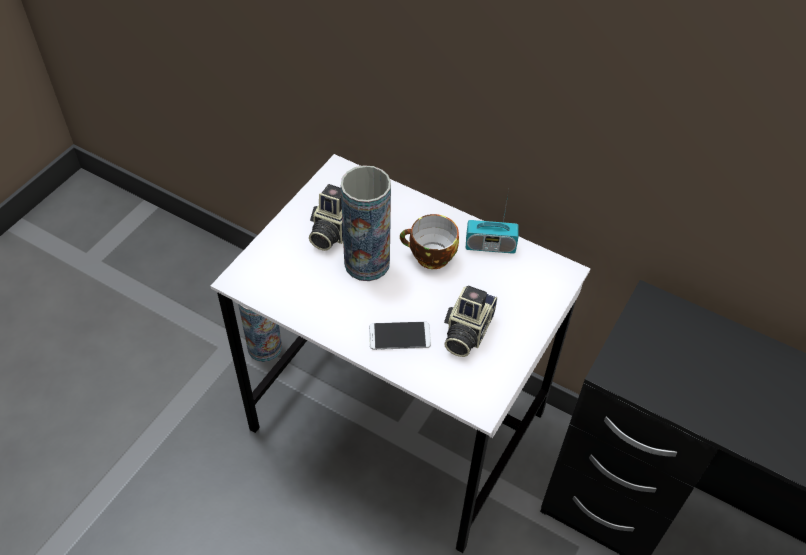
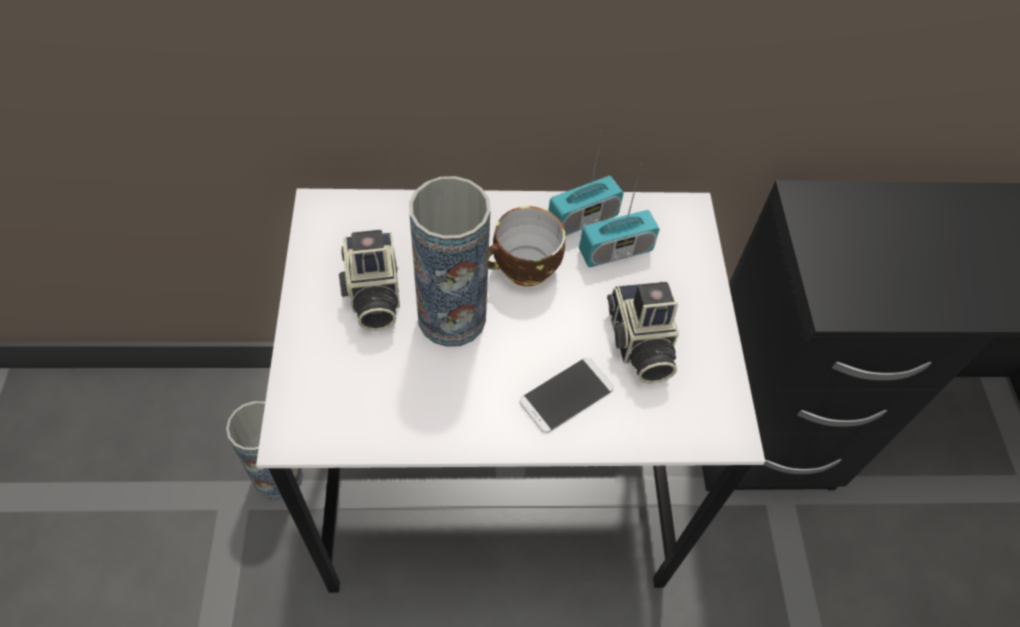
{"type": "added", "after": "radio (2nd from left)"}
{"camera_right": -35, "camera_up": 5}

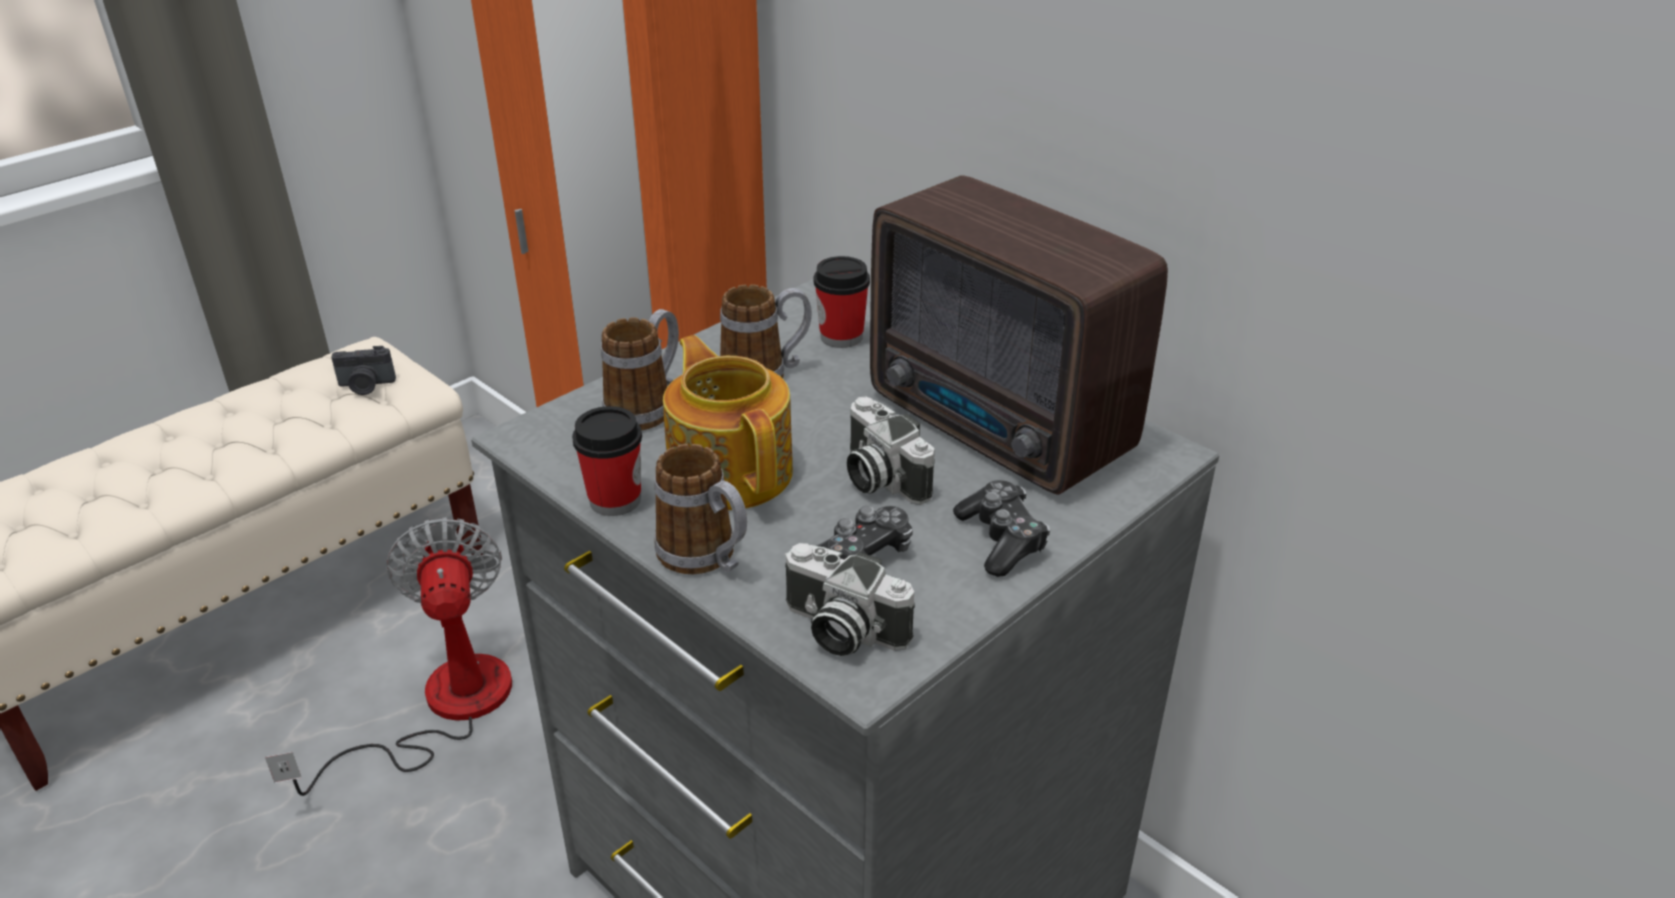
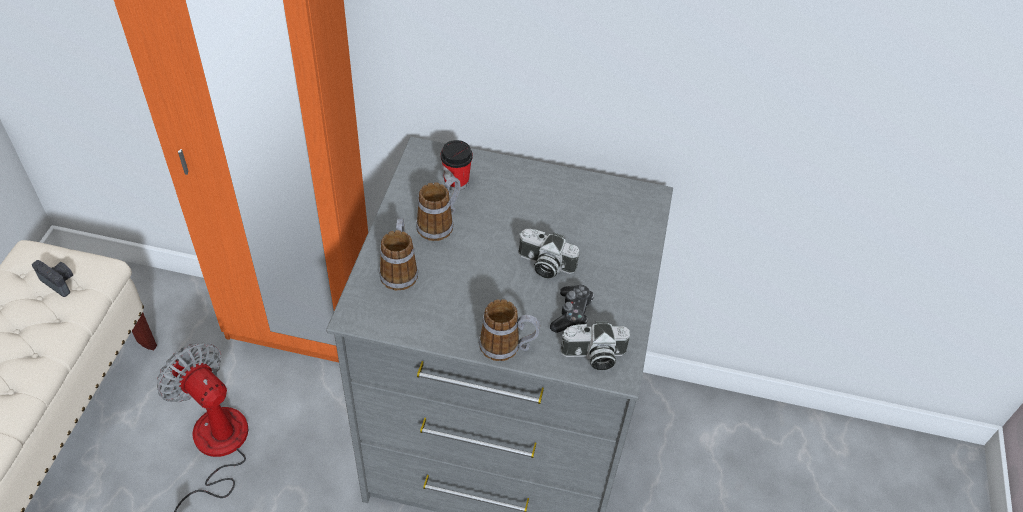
{"type": "removed", "before": "radio"}
{"type": "removed", "before": "imbryk"}
{"type": "turned", "before": "aparat fotograficzny (1st from left)", "turn": -105}
{"type": "removed", "before": "filiżanka (1st from left)"}
{"type": "removed", "before": "pad do gier (2nd from left)"}
{"camera_right": -35, "camera_up": 15}

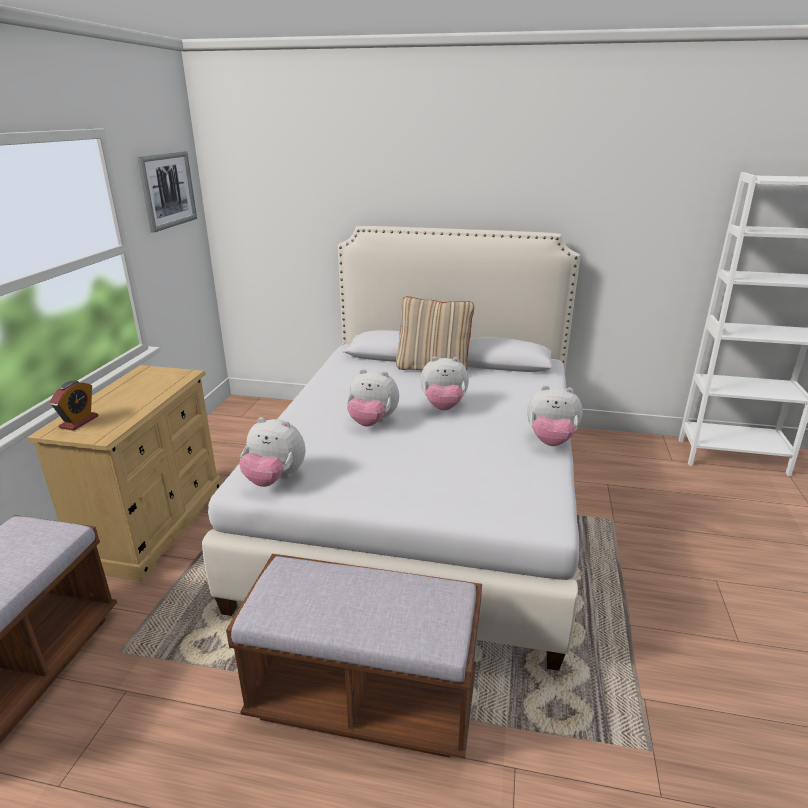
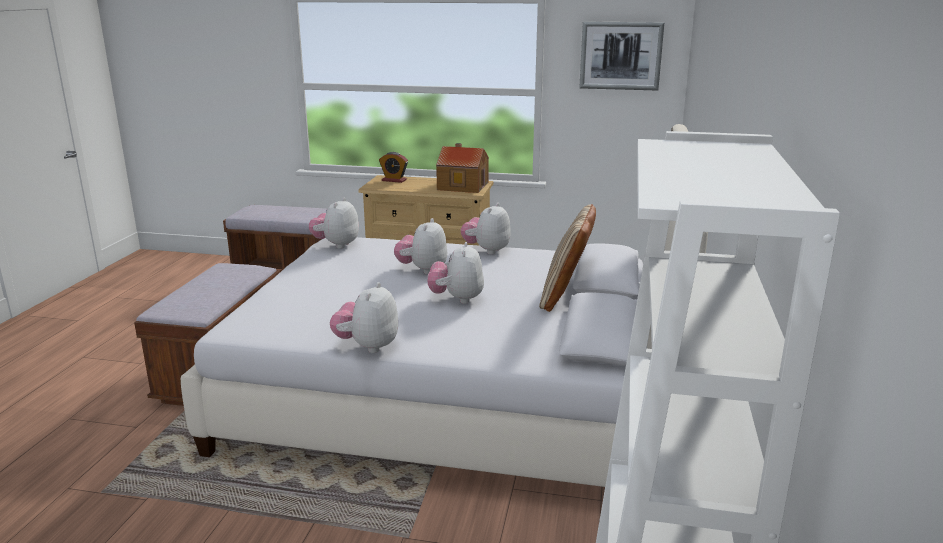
{"type": "added", "after": "domek"}
{"type": "added", "after": "pluszak (5th from left)"}
{"camera_right": 90, "camera_up": -5}

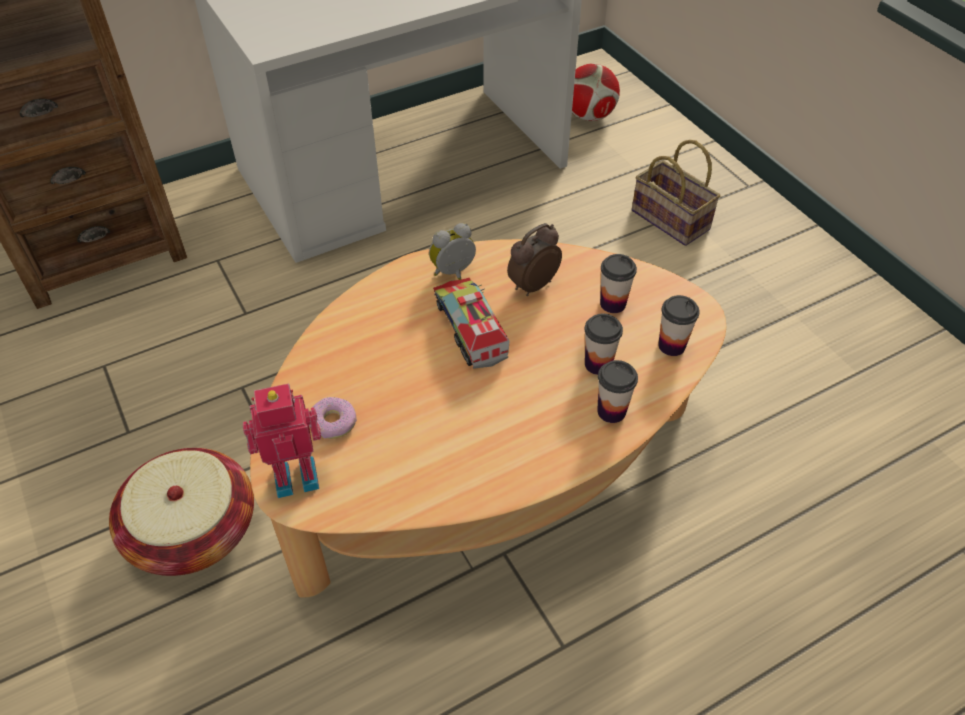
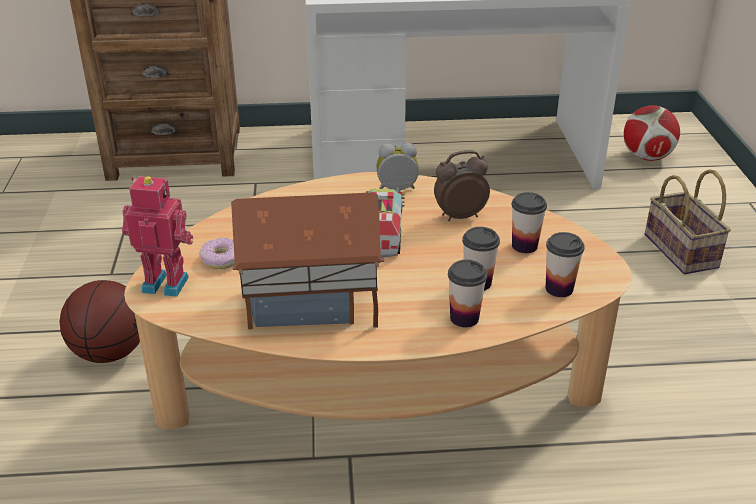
{"type": "replaced", "before": "koszyk (1st from left)", "after": "piłka do koszykówki"}
{"type": "added", "after": "domek"}
{"camera_right": 25, "camera_up": -15}

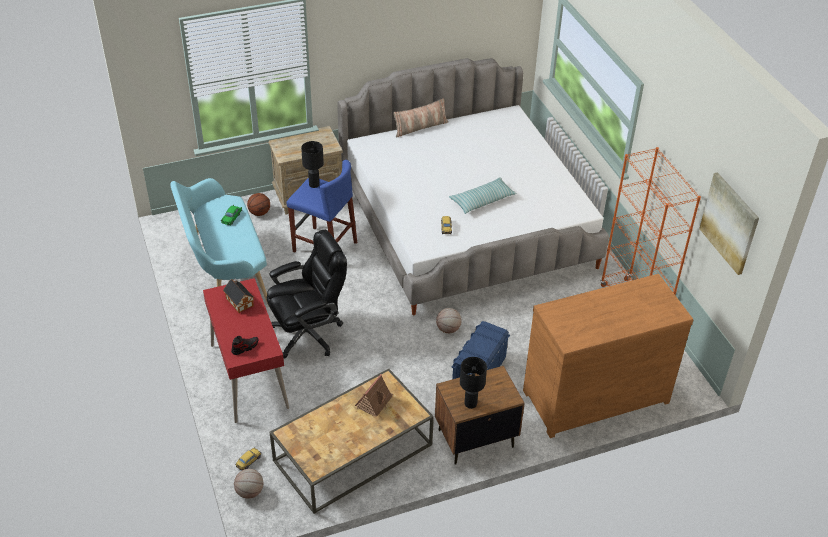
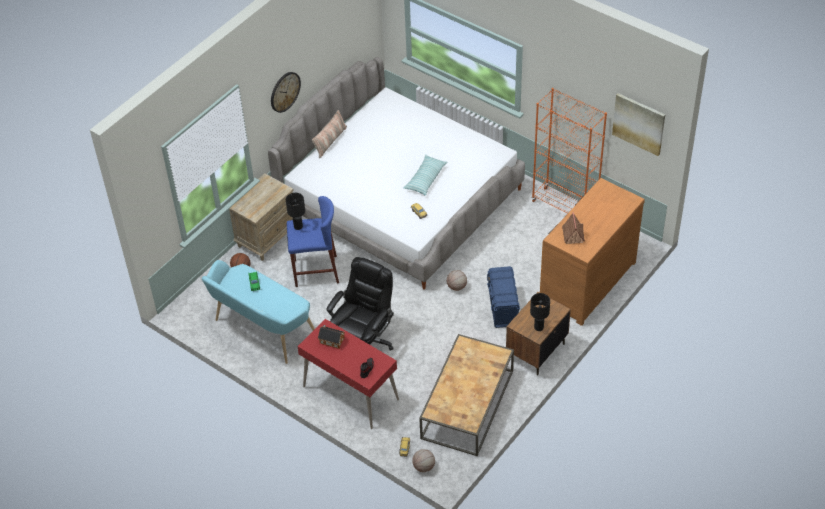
{"type": "moved", "before": "domek (2nd from left)"}
{"type": "added", "after": "zegar ścienny"}
{"camera_right": -30, "camera_up": 5}

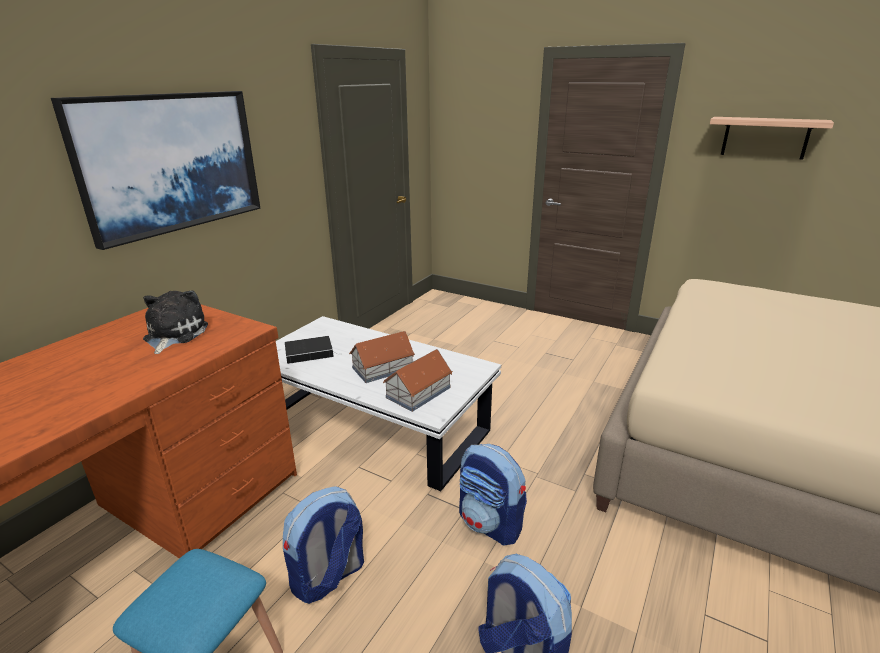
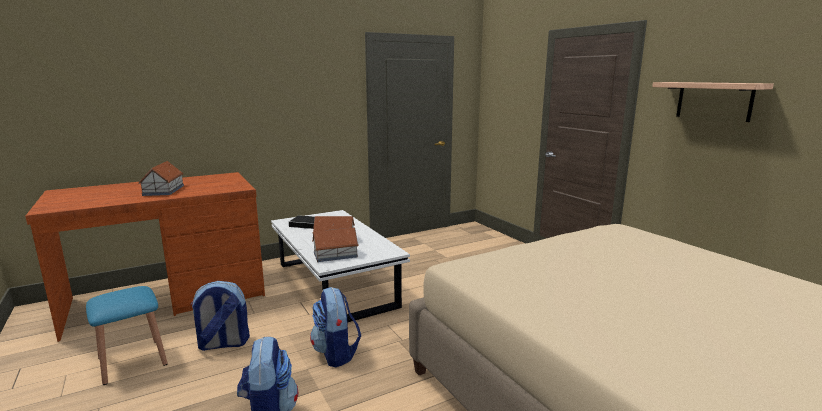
{"type": "removed", "before": "obraz"}
{"type": "removed", "before": "pluszak"}
{"type": "added", "after": "domek (1st from left)"}
{"camera_right": 30, "camera_up": -10}

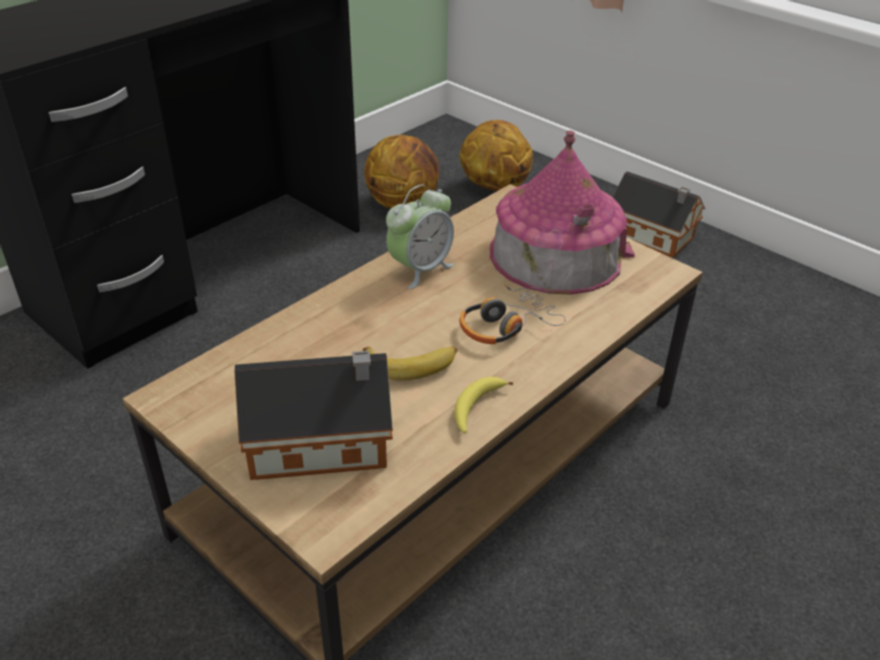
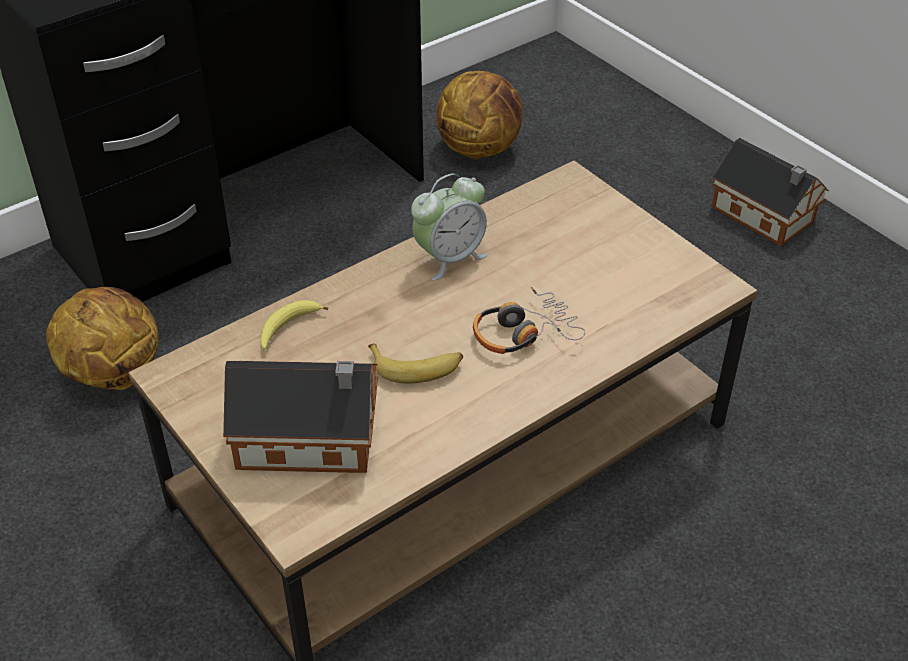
{"type": "moved", "before": "piłka do koszykówki (2nd from left in the first image)", "after": "piłka do koszykówki (1st from left)"}
{"type": "removed", "before": "domek (2nd from left)"}
{"type": "moved", "before": "banan (2nd from left in the first image)", "after": "banan (1st from left)"}
{"camera_right": 10, "camera_up": 5}

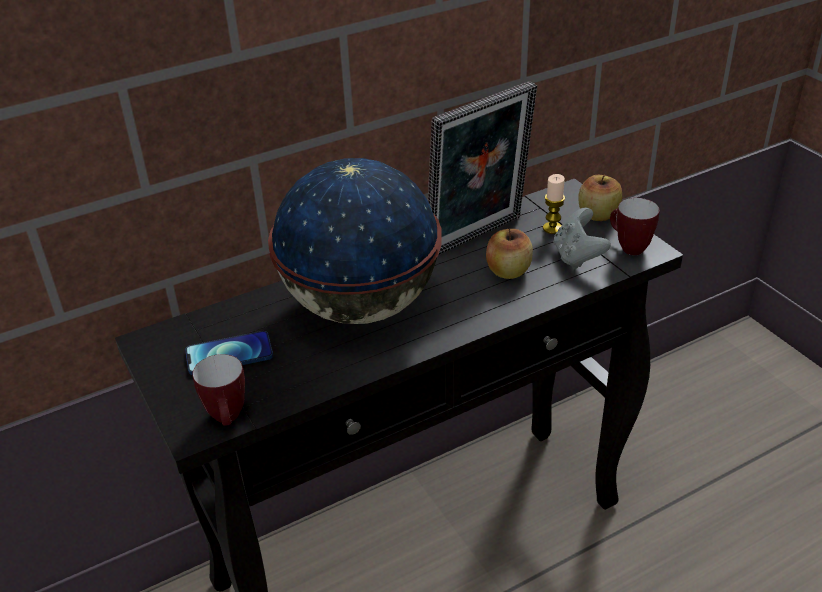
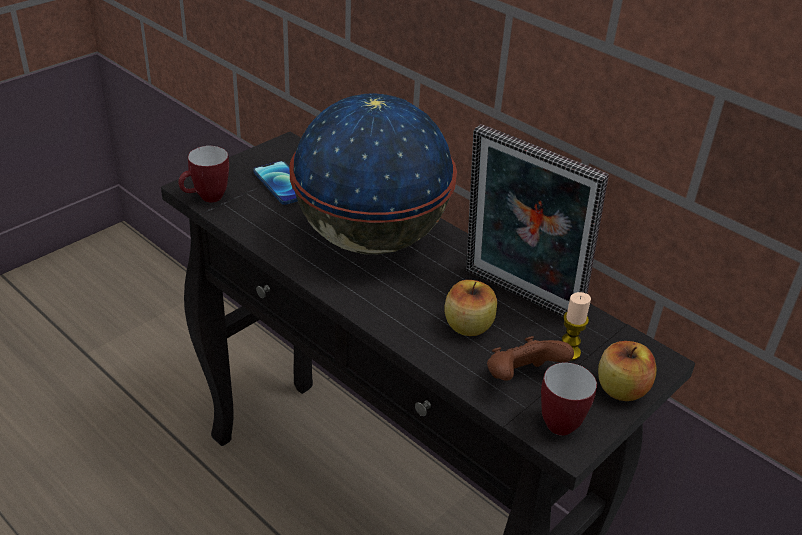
{"type": "recoloured", "before": "pad do gier/szary", "after": "pad do gier/brązowy"}
{"camera_right": 70, "camera_up": 0}

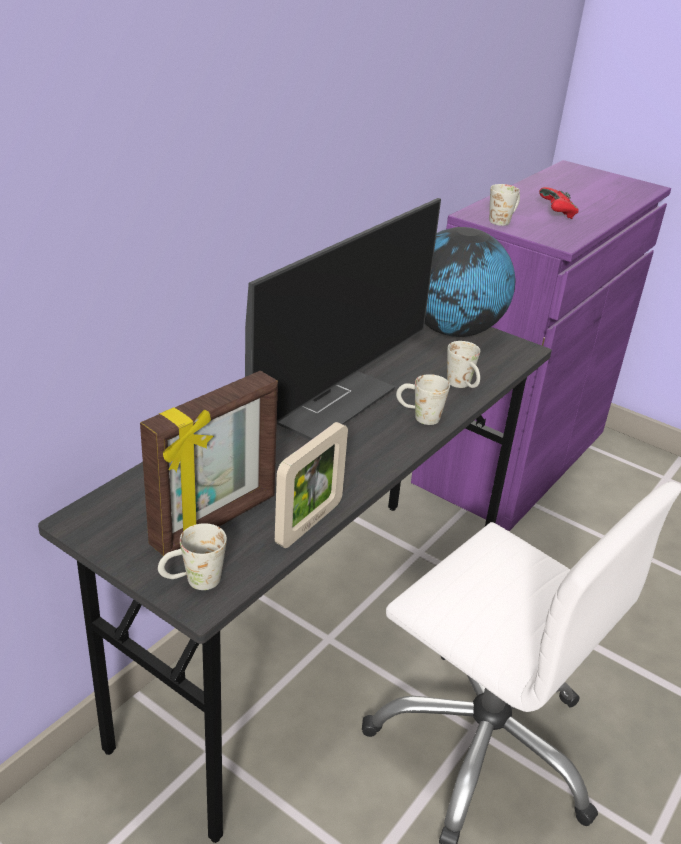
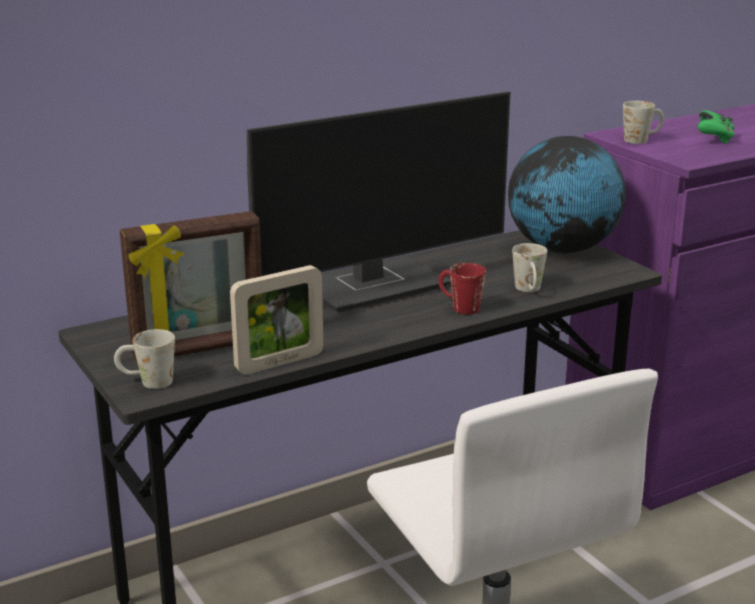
{"type": "recoloured", "before": "pad do gier/czerwony", "after": "pad do gier/zielony"}
{"type": "recoloured", "before": "kubek/biały (2nd from left)", "after": "kubek/czerwony"}
{"camera_right": 25, "camera_up": -10}

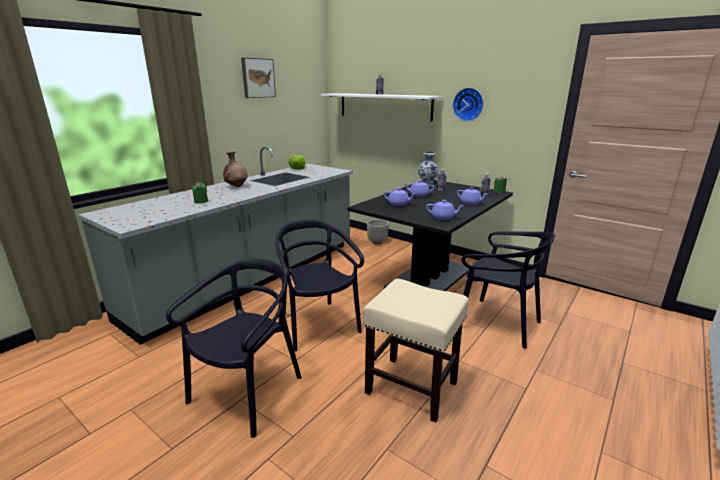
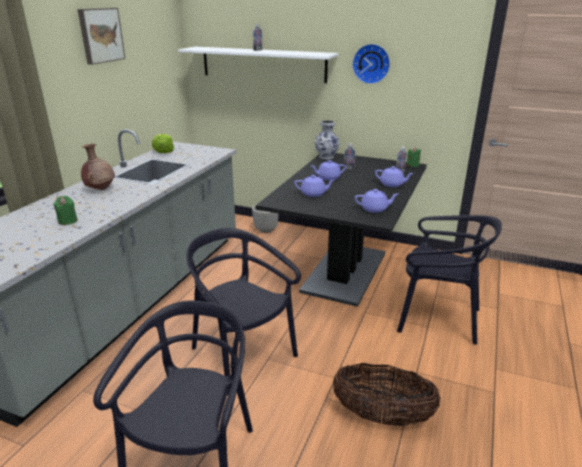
{"type": "replaced", "before": "stołek/beżowy", "after": "koszyk"}
{"camera_right": -15, "camera_up": 5}

